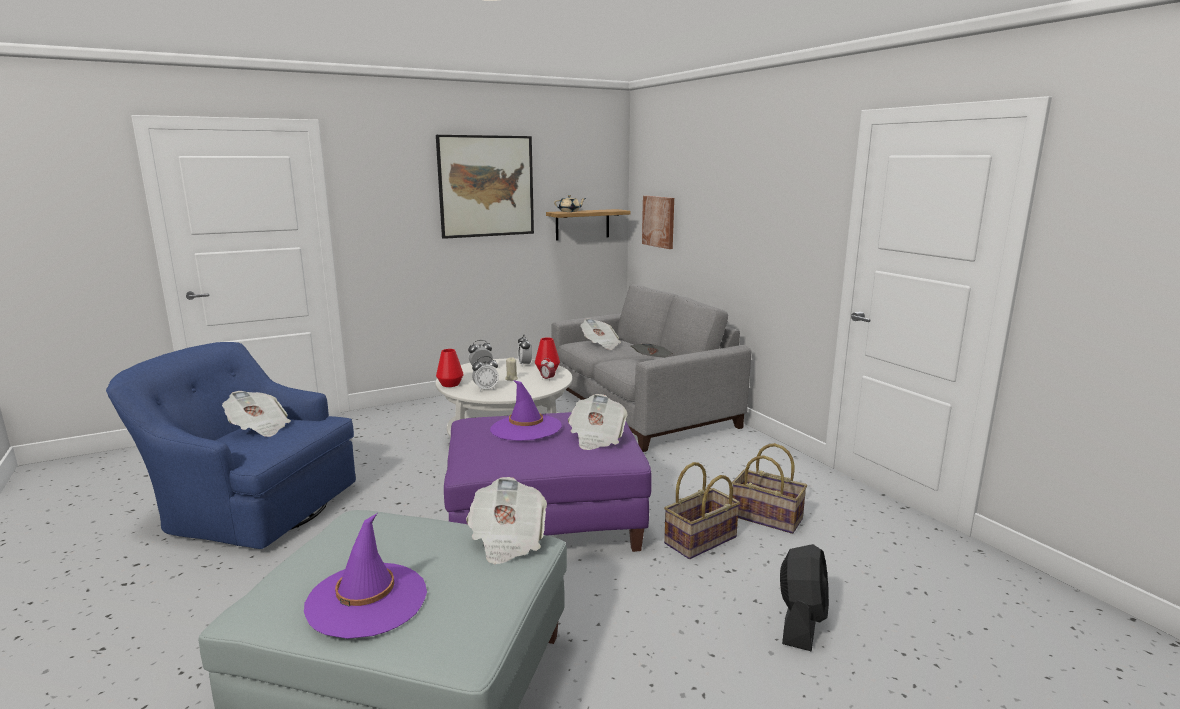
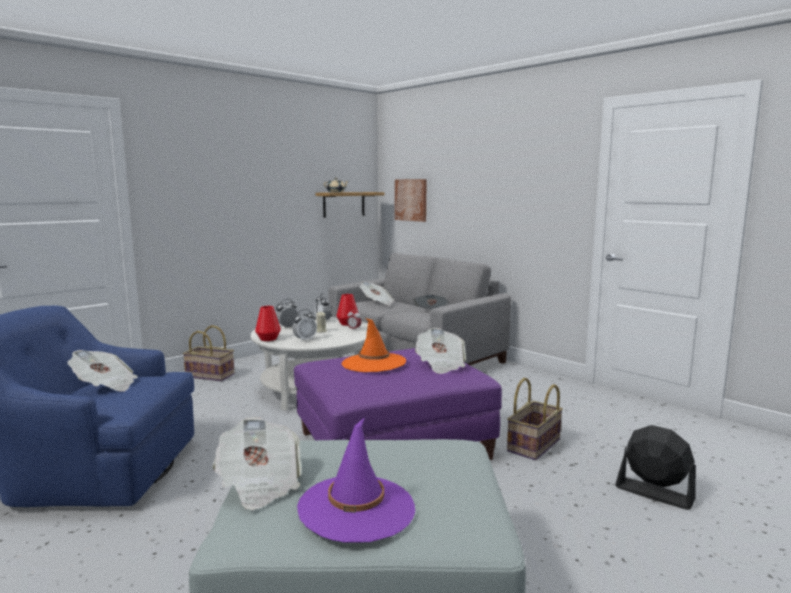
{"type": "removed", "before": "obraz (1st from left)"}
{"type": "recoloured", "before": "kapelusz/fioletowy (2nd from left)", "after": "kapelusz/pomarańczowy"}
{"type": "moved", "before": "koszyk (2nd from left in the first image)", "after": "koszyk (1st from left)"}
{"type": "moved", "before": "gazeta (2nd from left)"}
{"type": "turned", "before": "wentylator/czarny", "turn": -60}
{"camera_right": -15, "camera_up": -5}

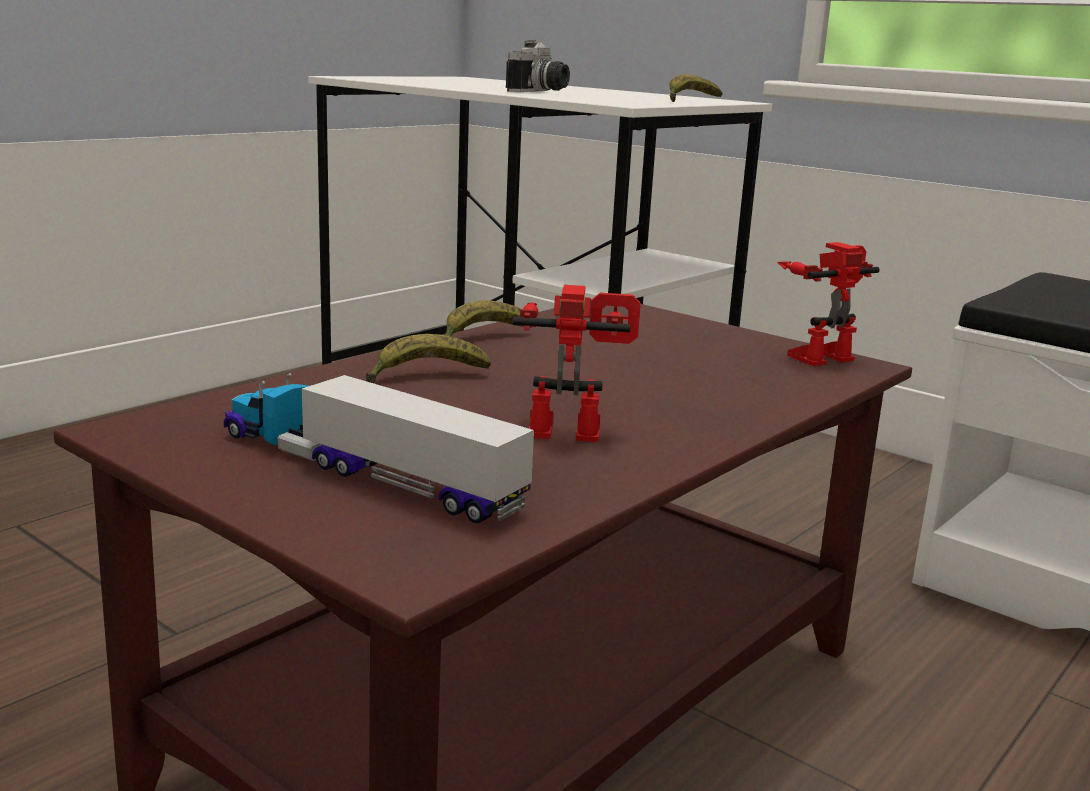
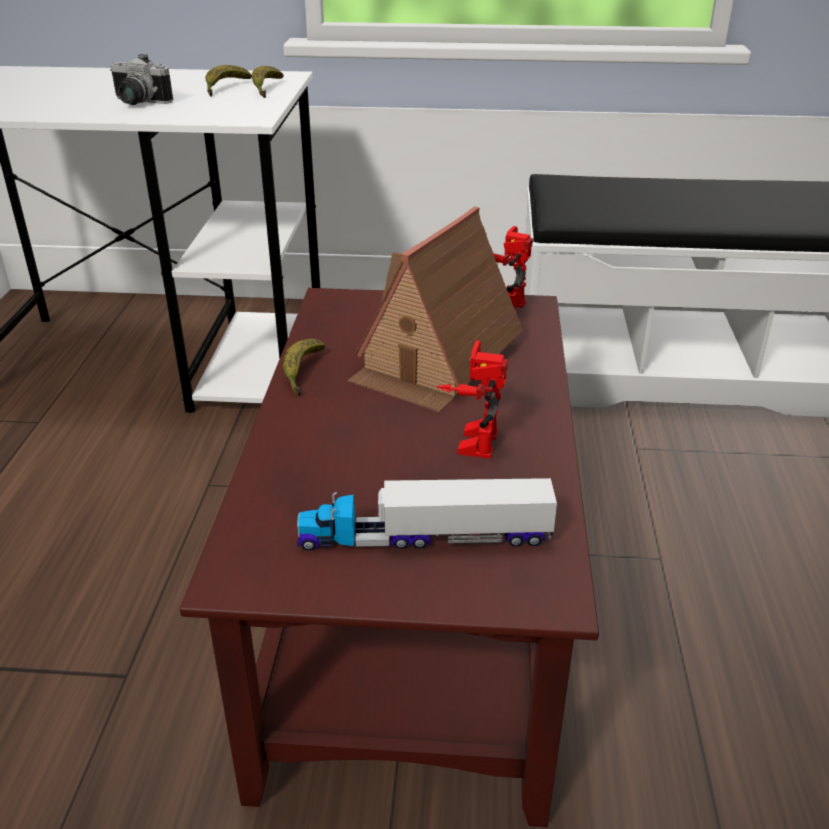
{"type": "turned", "before": "aparat fotograficzny", "turn": 120}
{"type": "turned", "before": "robot zabawkowy (1st from left)", "turn": -45}
{"type": "moved", "before": "banan (1st from left)"}
{"type": "added", "after": "domek"}
{"camera_right": -35, "camera_up": 15}

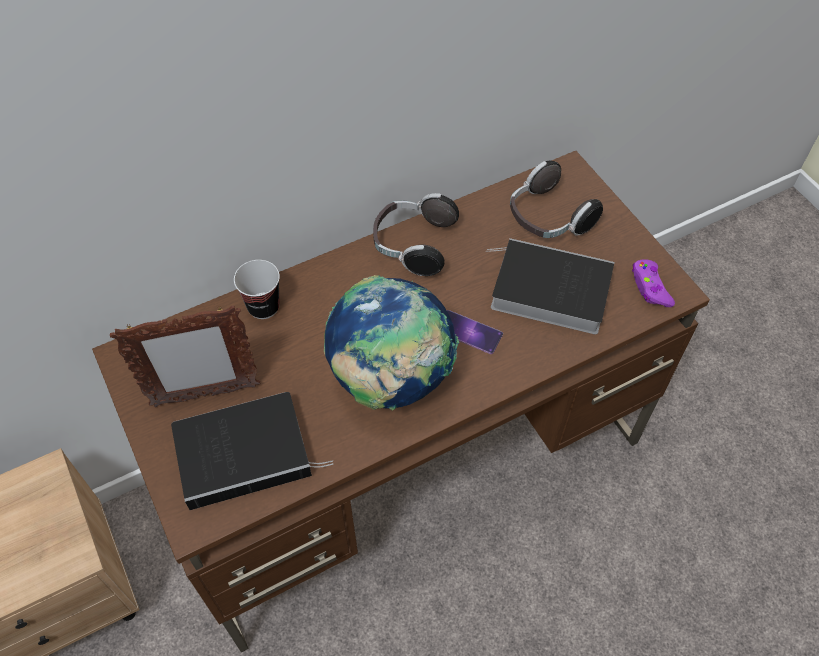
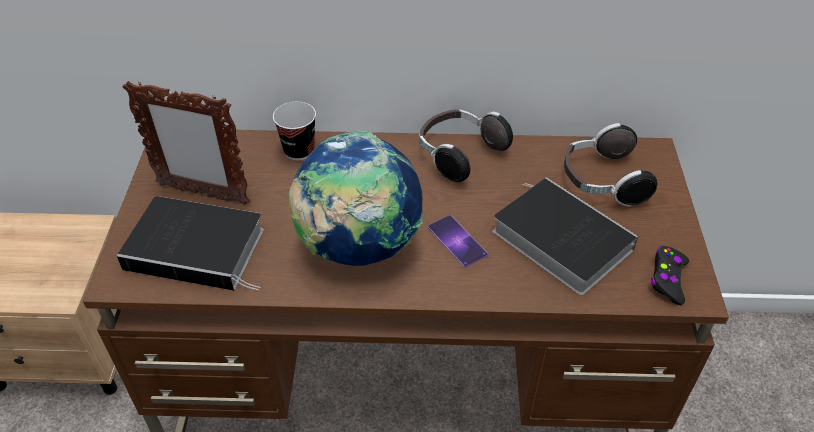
{"type": "recoloured", "before": "pad do gier/fioletowy", "after": "pad do gier/czarny"}
{"camera_right": 30, "camera_up": -10}

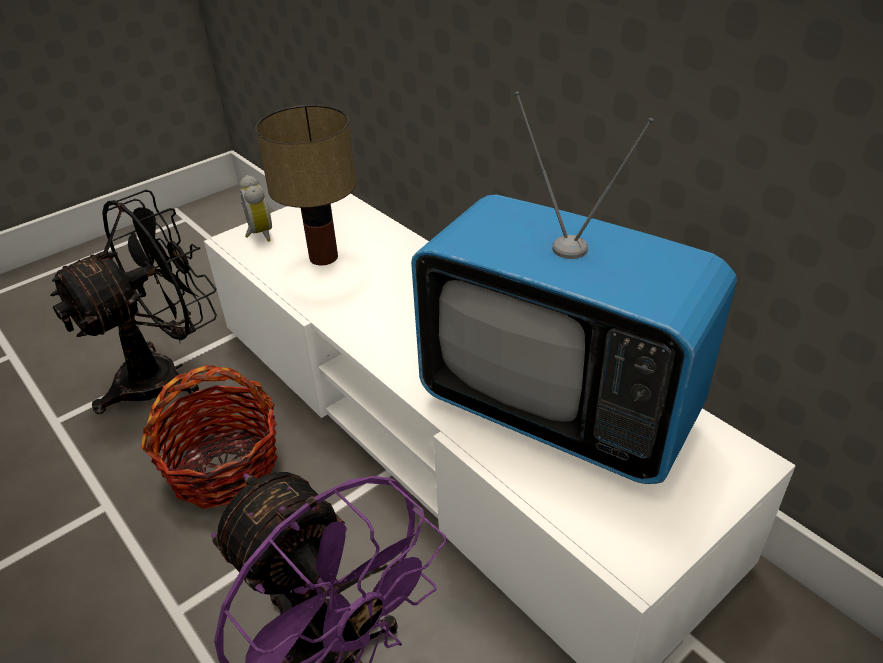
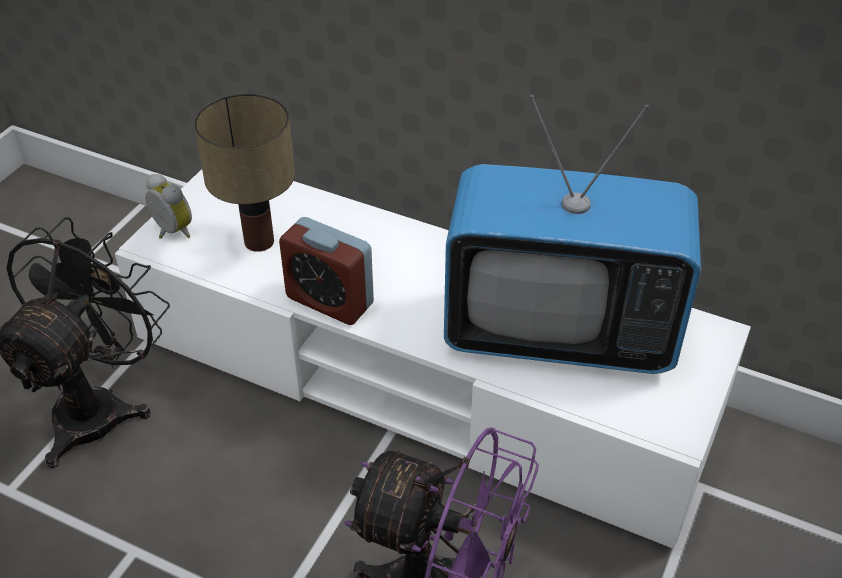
{"type": "removed", "before": "koszyk"}
{"type": "added", "after": "budzik (2nd from left)"}
{"camera_right": -25, "camera_up": 5}

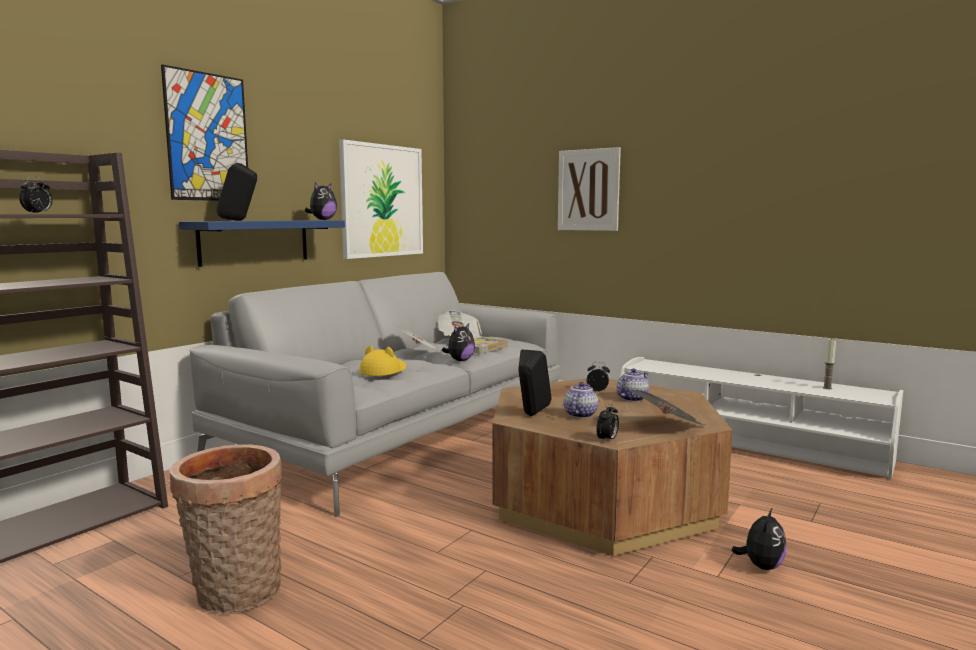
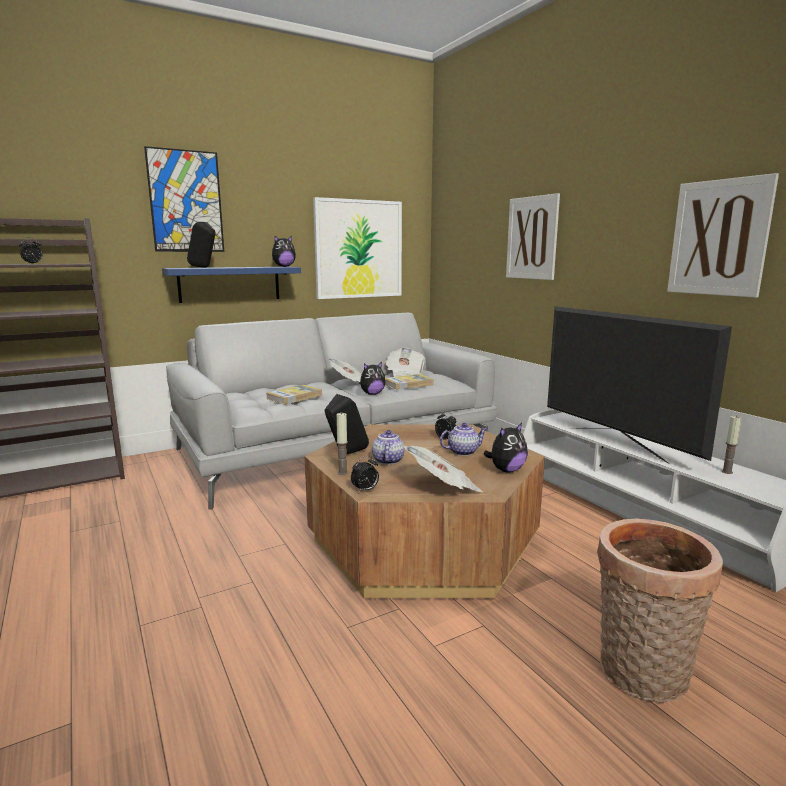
{"type": "replaced", "before": "kapelusz/żółty", "after": "książka (1st from left)"}
{"type": "turned", "before": "imbryk (1st from left)", "turn": -45}
{"type": "moved", "before": "koszyk"}
{"type": "moved", "before": "pluszak (3rd from left)"}
{"type": "added", "after": "obraz (4th from left)"}
{"type": "added", "after": "telewizor"}
{"type": "added", "after": "świeca (1st from left)"}
{"camera_right": 25, "camera_up": 5}

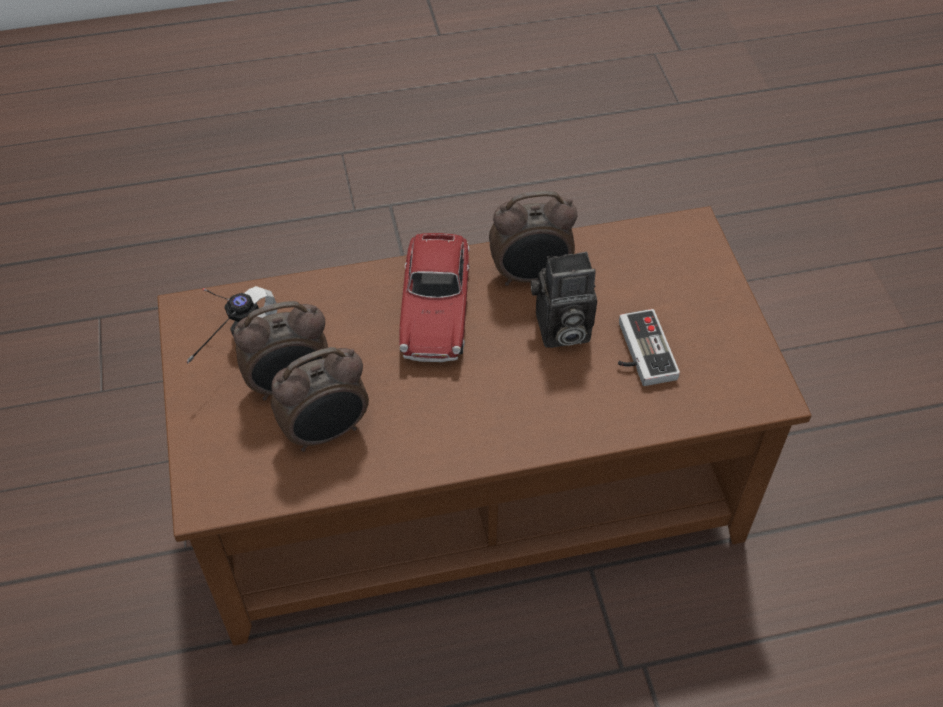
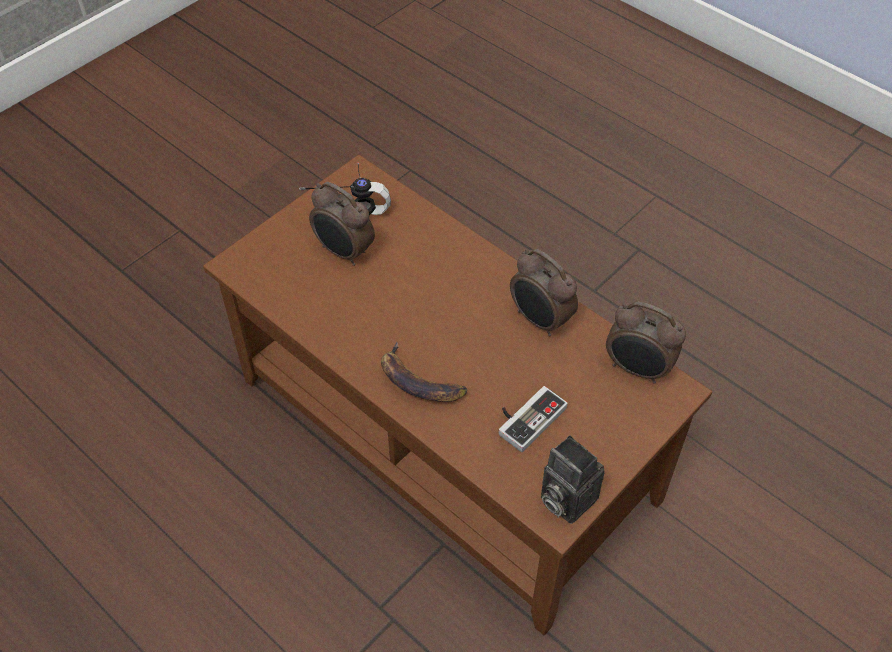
{"type": "removed", "before": "samochodzik"}
{"type": "moved", "before": "aparat fotograficzny"}
{"type": "moved", "before": "budzik (2nd from left in the first image)", "after": "budzik (3rd from left)"}
{"type": "added", "after": "banan"}
{"camera_right": 55, "camera_up": 0}

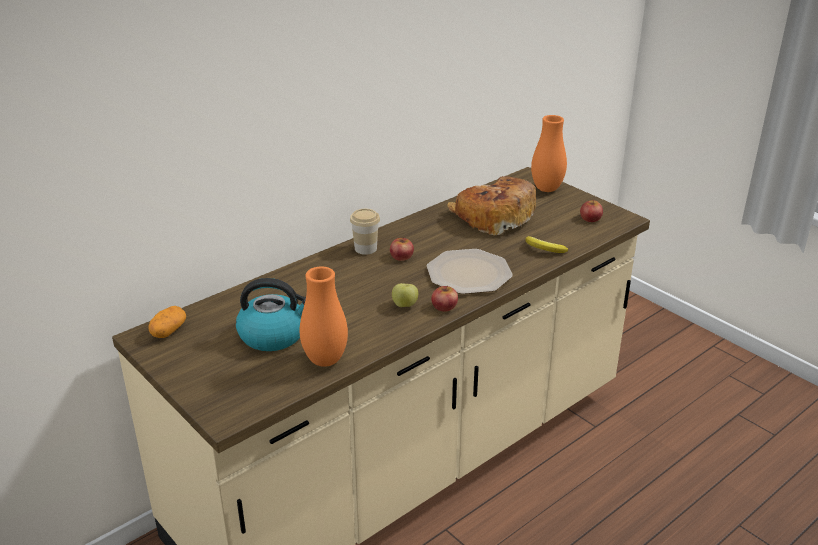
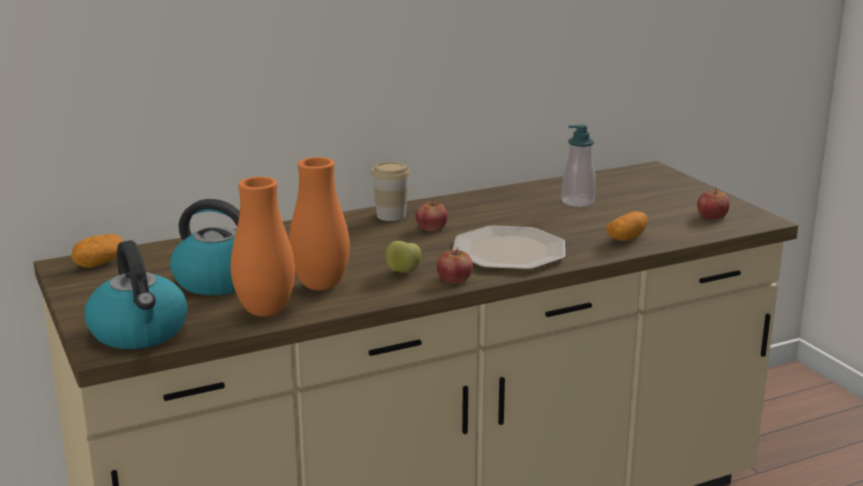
{"type": "moved", "before": "wazon/pomarańczowy (2nd from left)"}
{"type": "replaced", "before": "chleb", "after": "dozownik mydła"}
{"type": "replaced", "before": "banan", "after": "ziemniak (2nd from left)"}
{"type": "added", "after": "czajnik (1st from left)"}
{"camera_right": 15, "camera_up": -10}

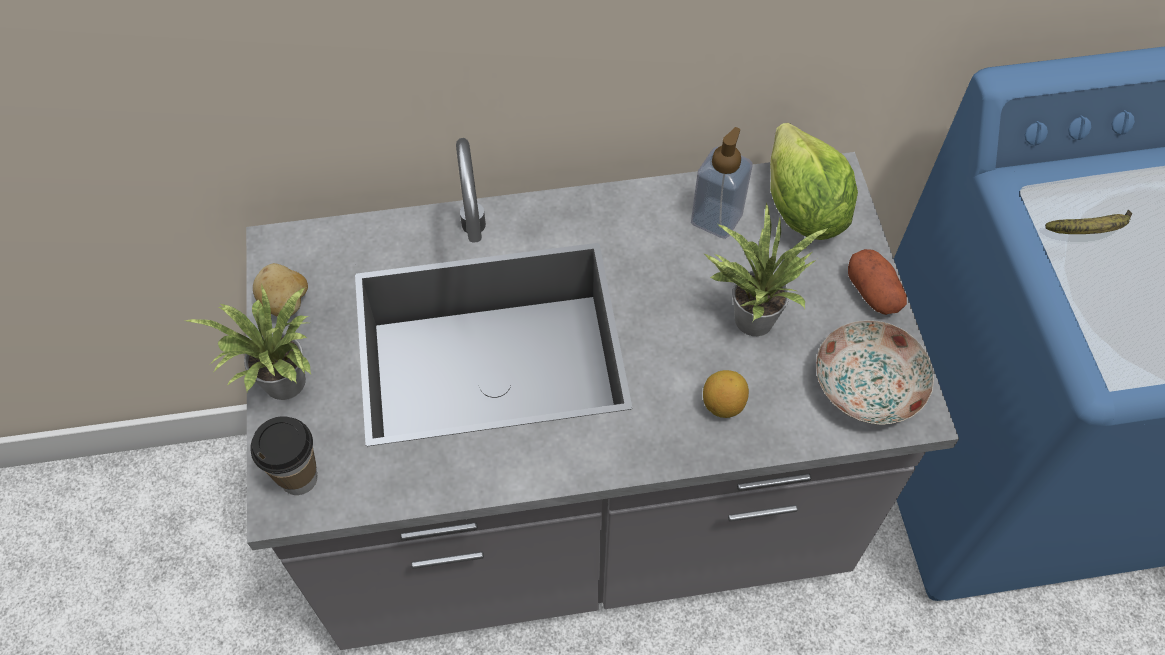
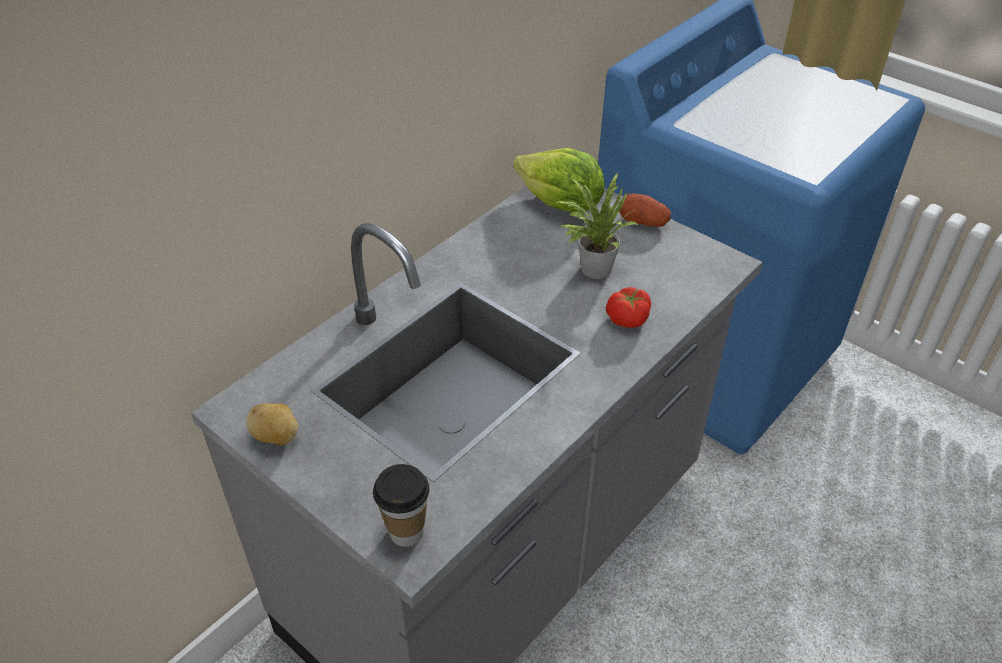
{"type": "removed", "before": "dozownik mydła"}
{"type": "removed", "before": "banan"}
{"type": "removed", "before": "roślina doniczkowa (1st from left)"}
{"type": "removed", "before": "talerz"}
{"type": "replaced", "before": "cytryna", "after": "pomidor"}
{"camera_right": -40, "camera_up": -15}

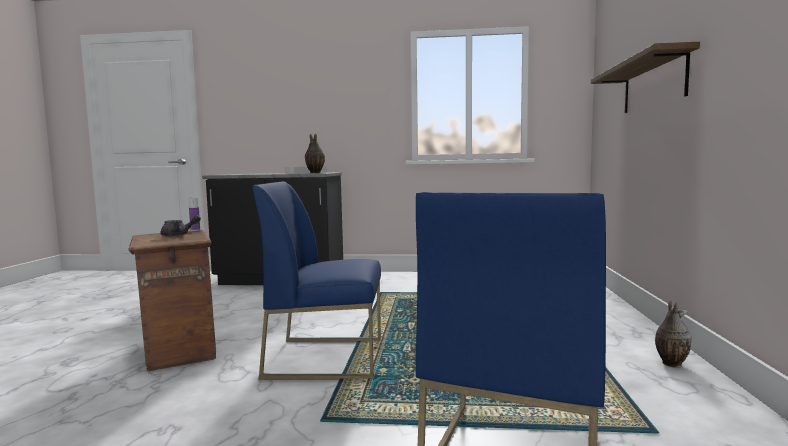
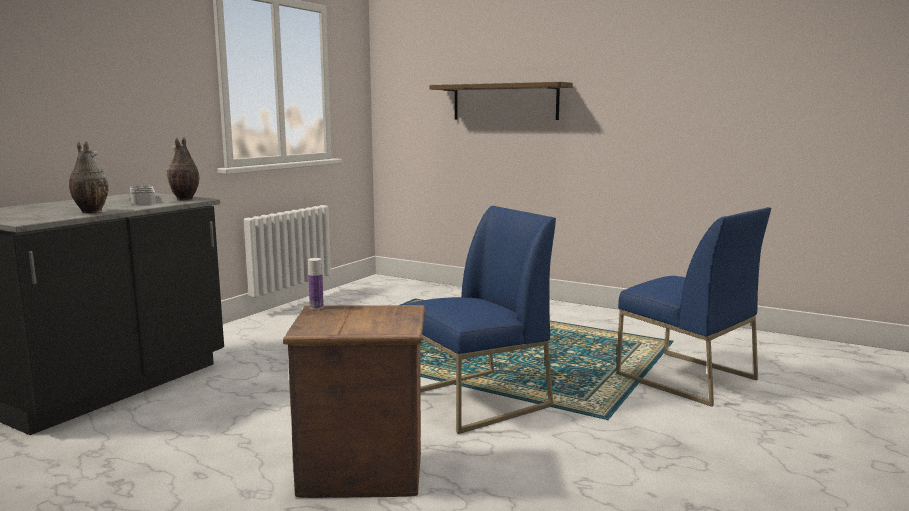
{"type": "turned", "before": "krzesło/niebieski (1st from left)", "turn": -150}
{"type": "removed", "before": "imbryk/szary"}
{"type": "moved", "before": "wazon (2nd from left in the first image)", "after": "wazon (1st from left)"}
{"camera_right": -65, "camera_up": 5}

